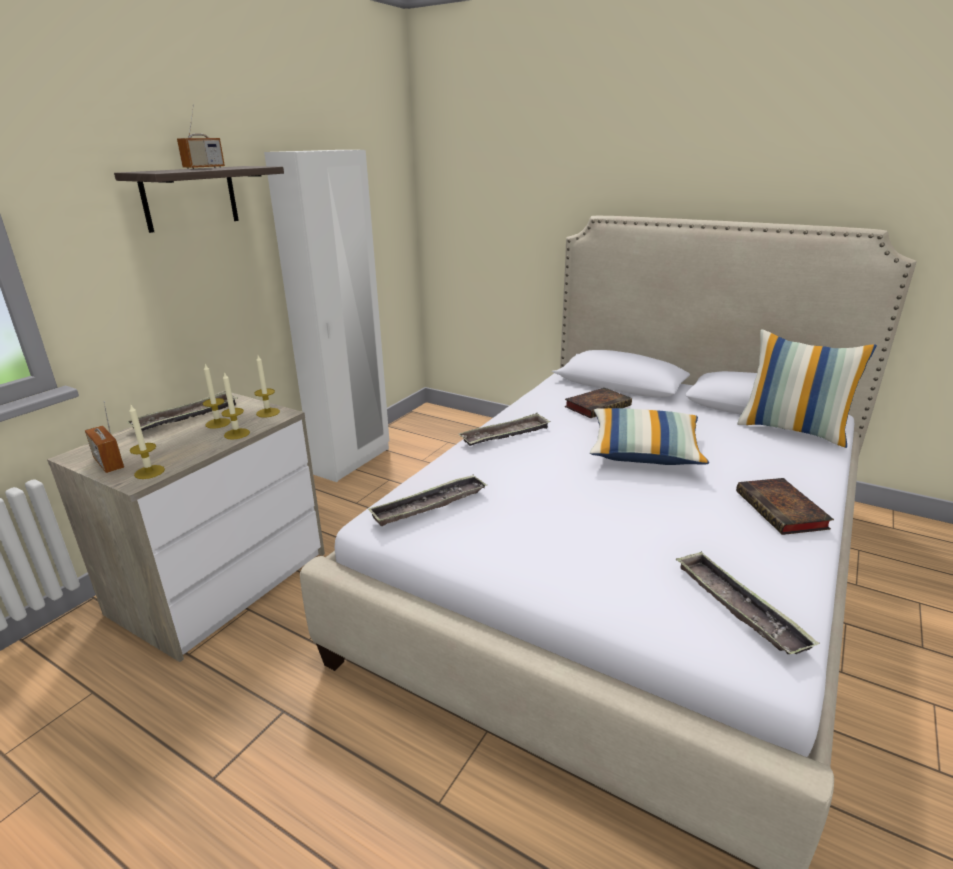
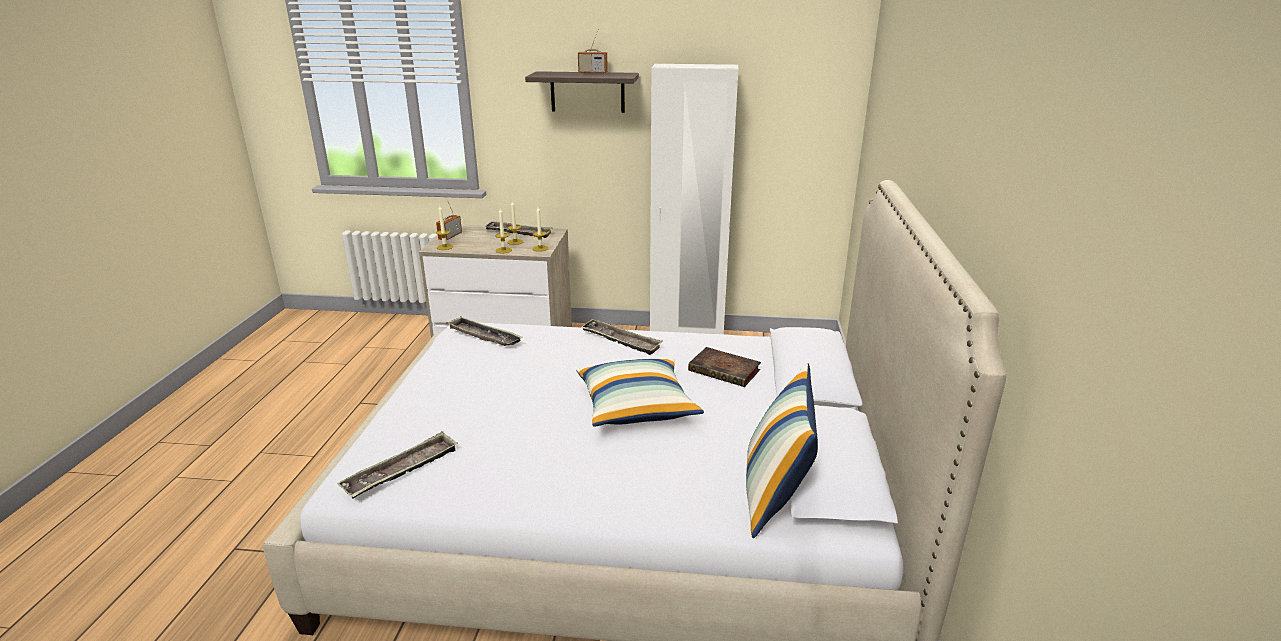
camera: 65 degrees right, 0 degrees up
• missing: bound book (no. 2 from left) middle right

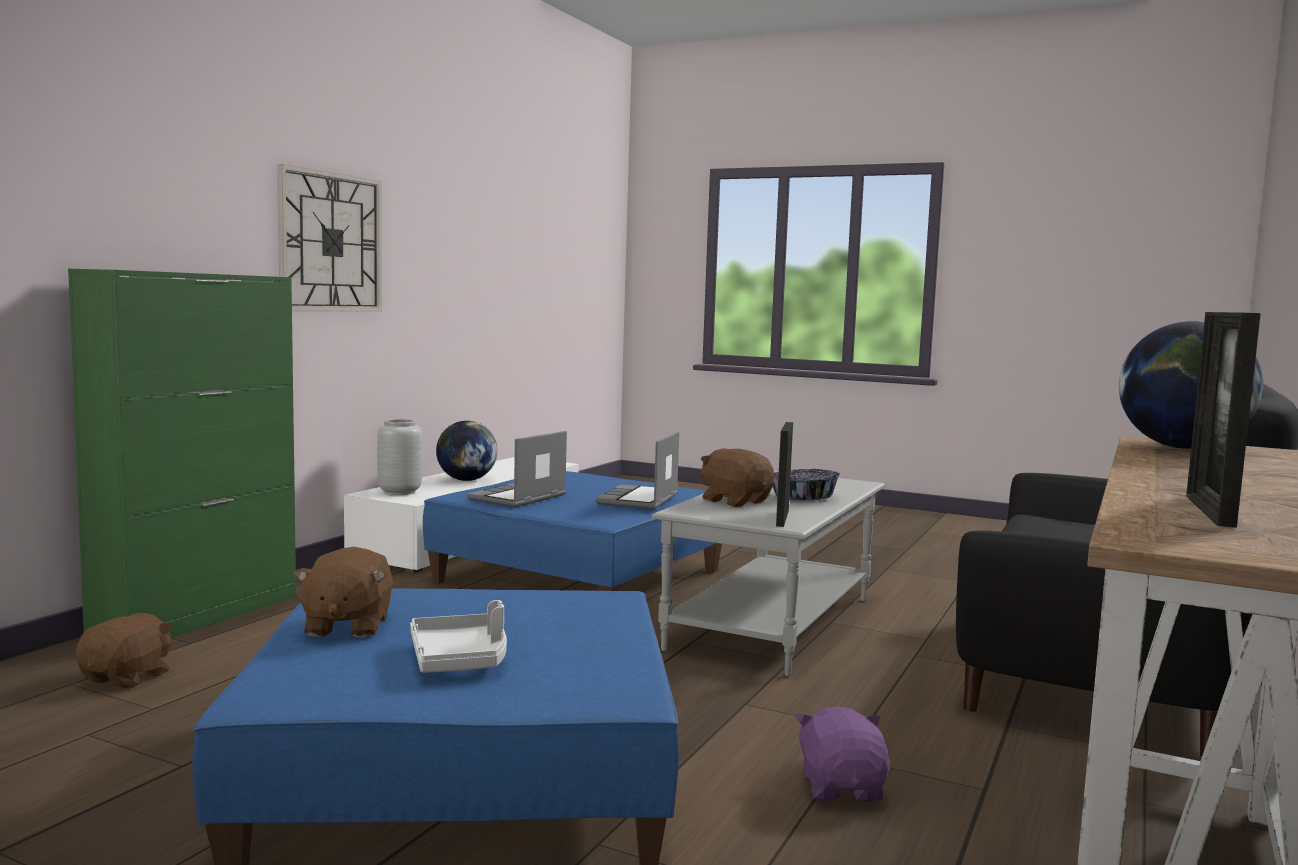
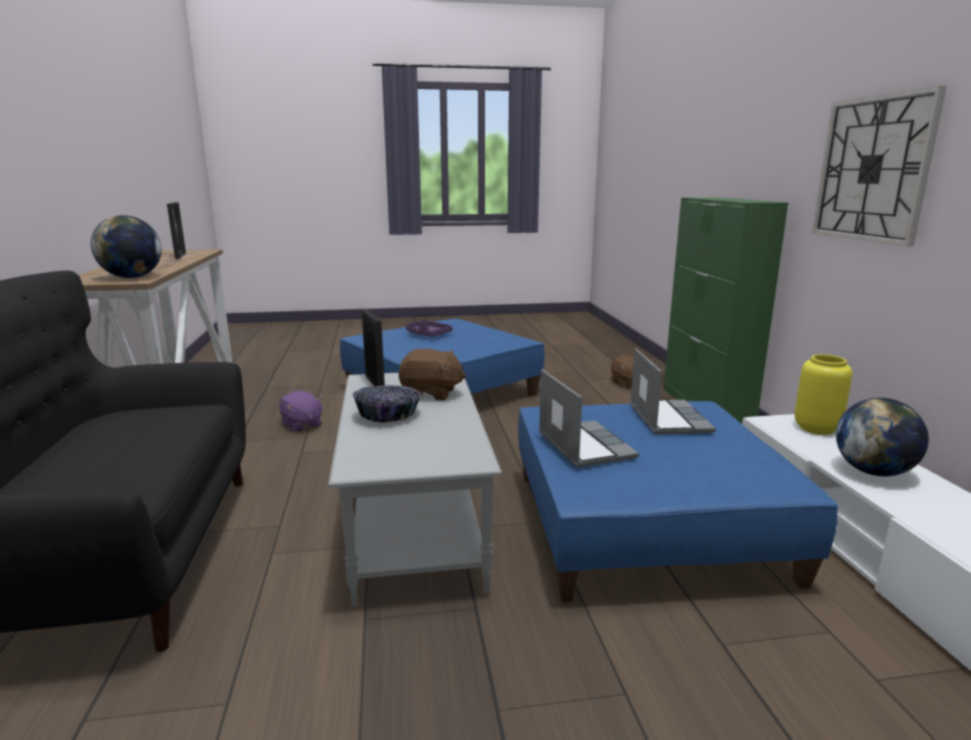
camera: 145 degrees right, 10 degrees up
• missing: brown-coloured plush toy (no. 2 from left) bottom left
• colour: grey vase middle left to yellow-coloured vase middle right
• colour: whitish carrying tray bottom centre to purple-coloured carrying tray centre

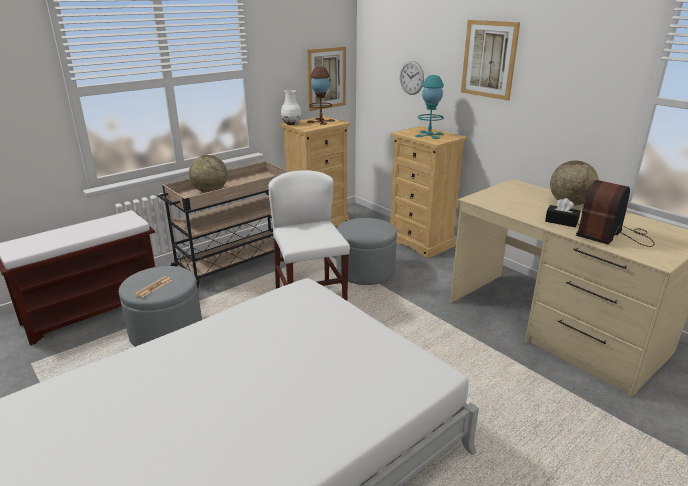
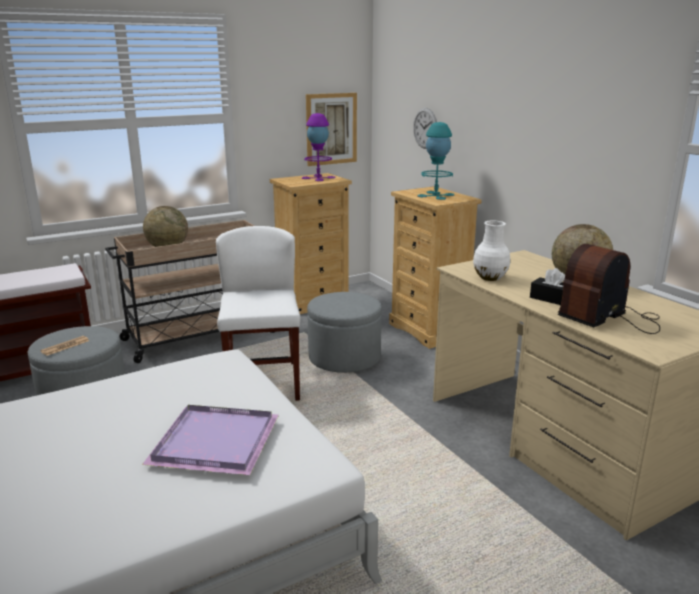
camera: 10 degrees right, 5 degrees down
• missing: wall picture (no. 2 from left) top right
• appeared: purple-coloured carrying tray bottom left
• relocated: whitish vase top centre to middle right
• colour: brown-coloured tabletop lamp top centre to purple-coloured tabletop lamp top centre

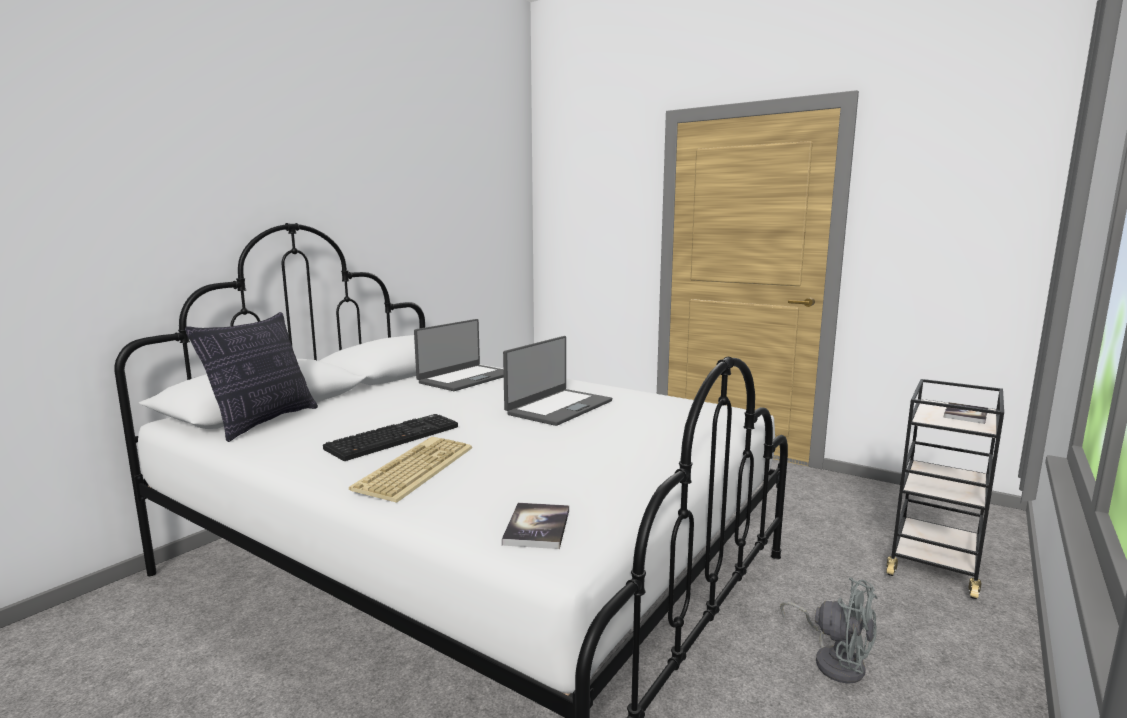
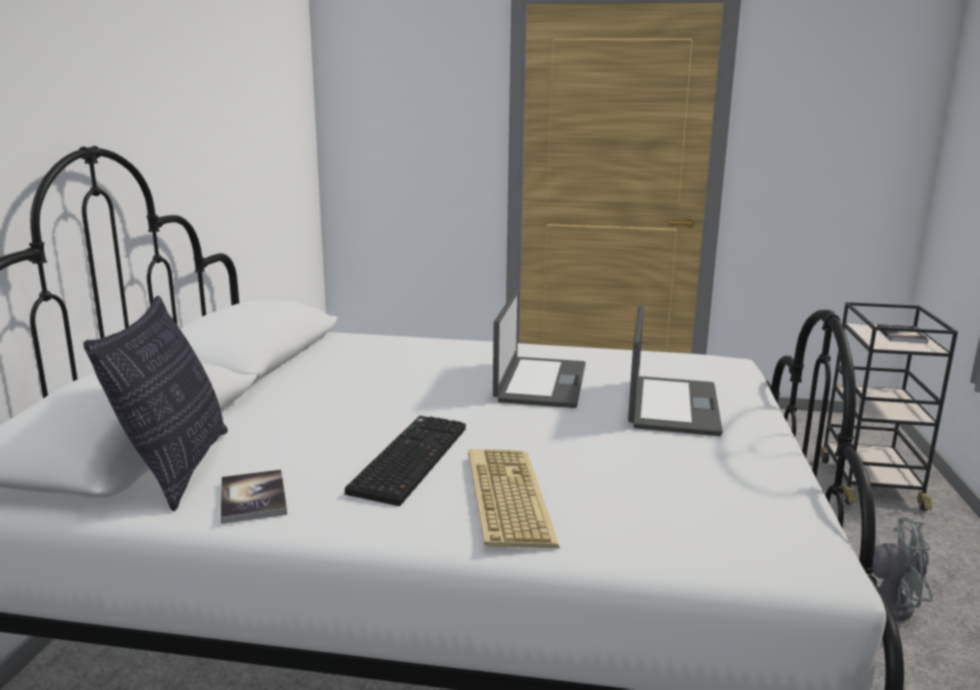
camera: 25 degrees left, 5 degrees up
• relocated: laptop (no. 1 from left in the first image) centre to laptop (no. 2 from left) middle right
• relocated: bound book (no. 1 from left) bottom centre to bottom left

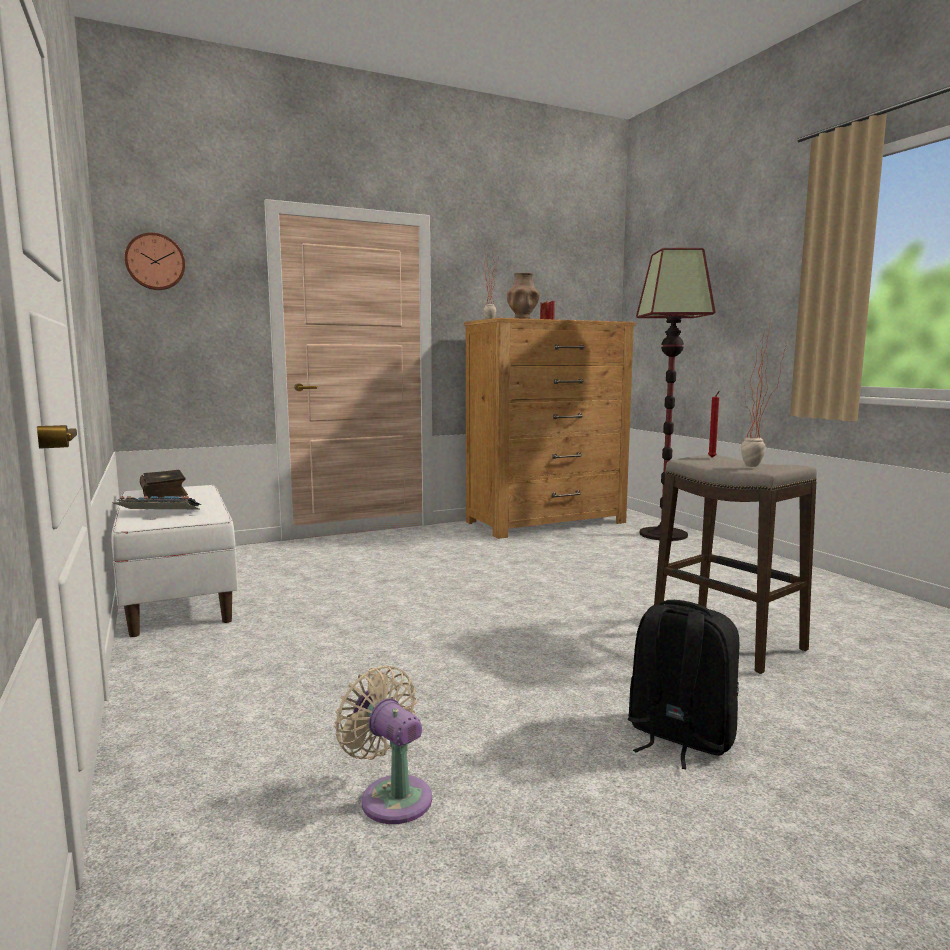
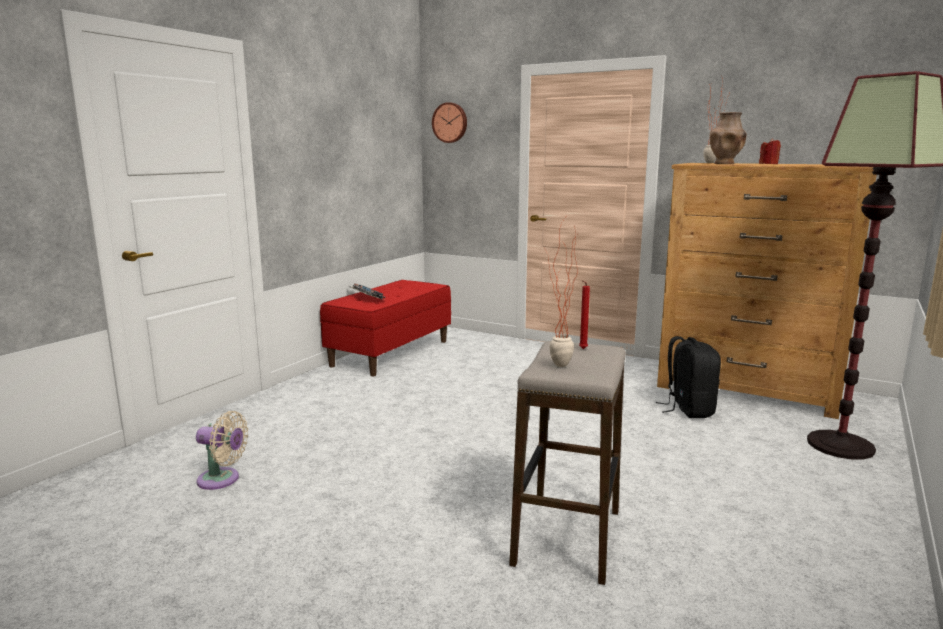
camera: 55 degrees right, 5 degrees up
• missing: bound book middle left
• relocated: black-coloured knapsack bottom right to middle right
• colour: whitish bench middle left to red-coloured bench centre
• spun: sand-coloured fan bottom centre = bottom left 90 degrees clockwise

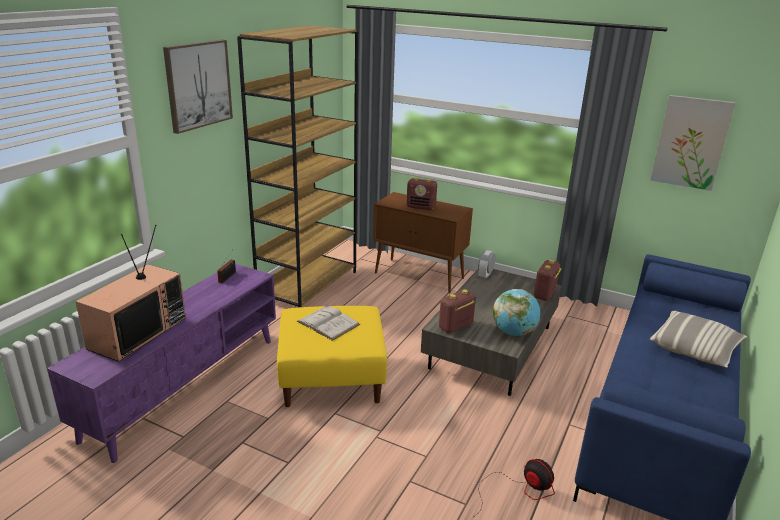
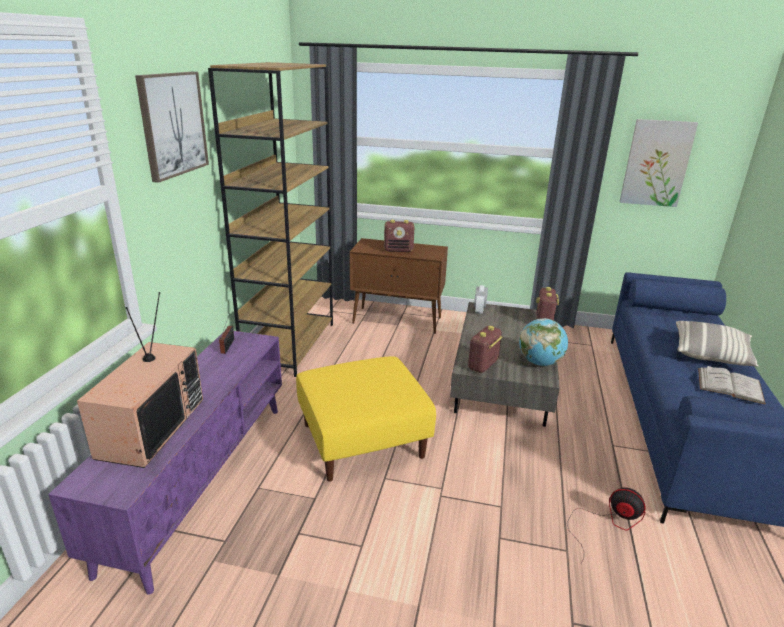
camera: 15 degrees left, 0 degrees up
• relocated: whitish bound book centre to middle right

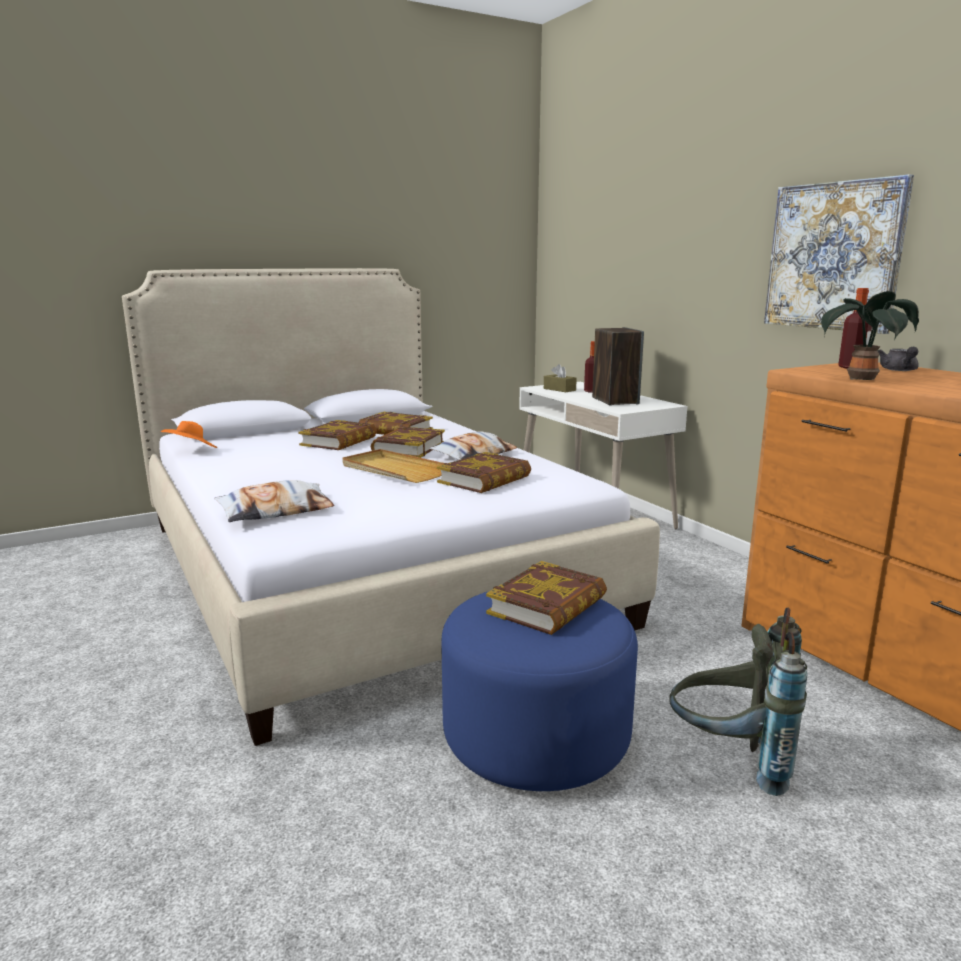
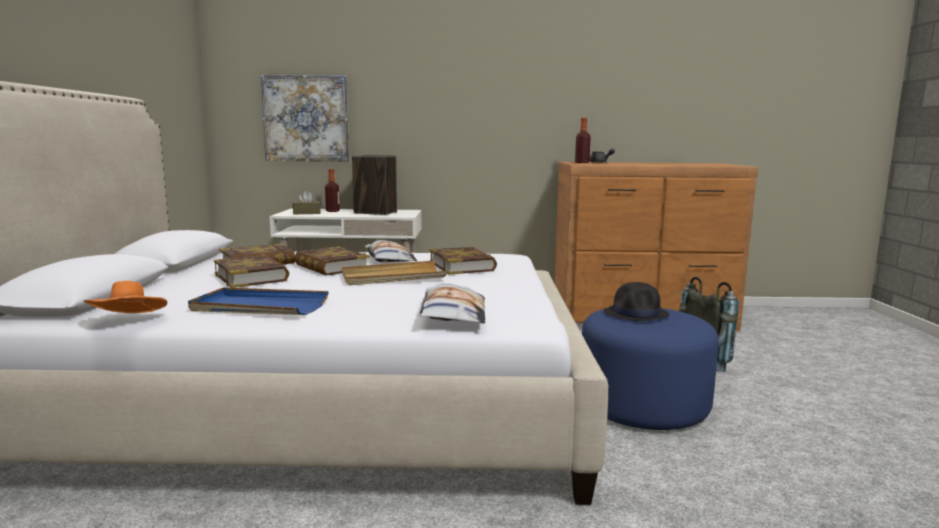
camera: 60 degrees left, 5 degrees down
• missing: houseplant middle right
• appeared: blue-coloured carrying tray middle left
• relocated: wall picture top right to top left
• exchanged: bound book (no. 5 from left) centre to black-coloured wearable hat middle right

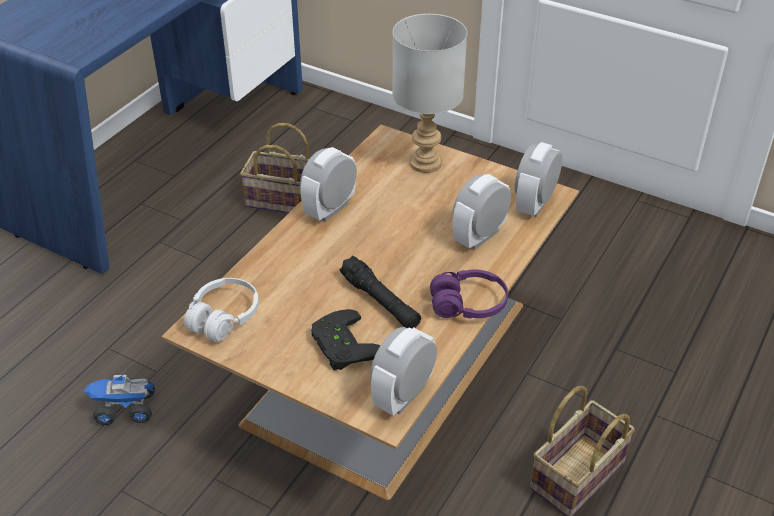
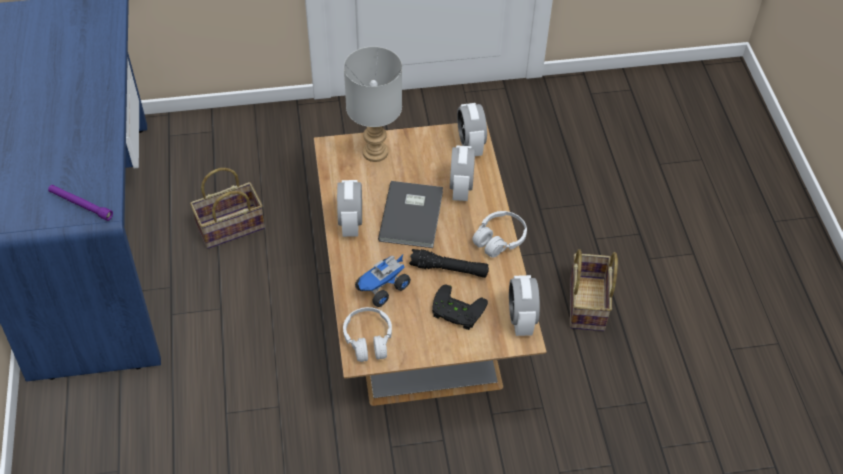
camera: 40 degrees left, 10 degrees up
• appeared: purple-coloured hand torch middle left
• appeared: grey bound book centre
• relocated: model truck bottom left to centre
• colour: purple-coloured pair of headphones centre to whitish pair of headphones (no. 2 from left) centre

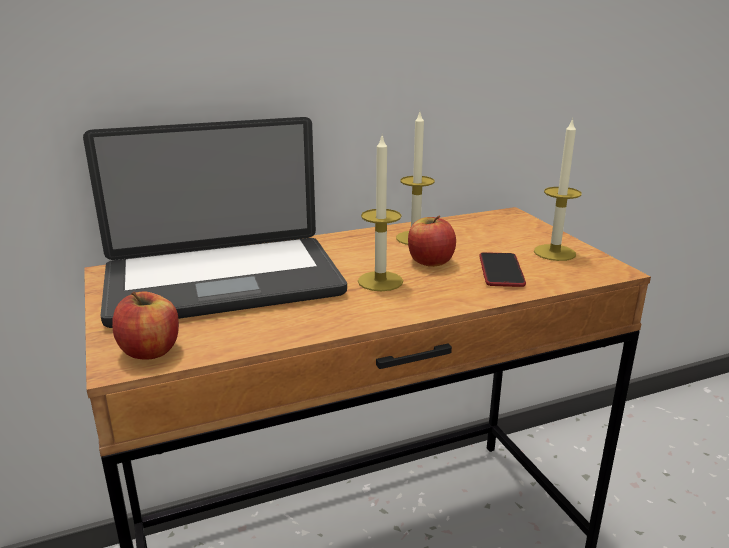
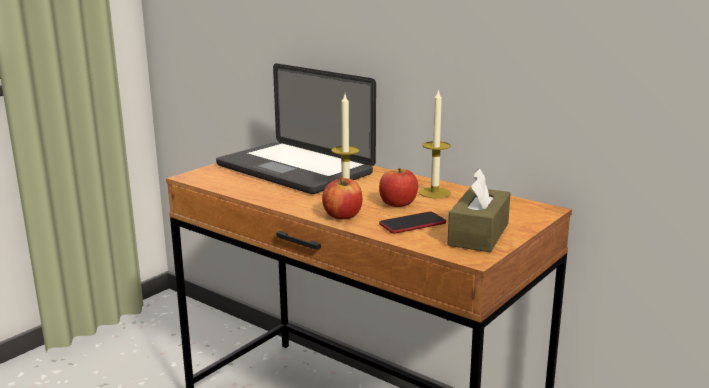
camera: 60 degrees right, 5 degrees down
• relocated: apple fruit (no. 1 from left) middle left to centre
• exchanged: wax light (no. 3 from left) middle right to brown-coloured tissue holder middle right

